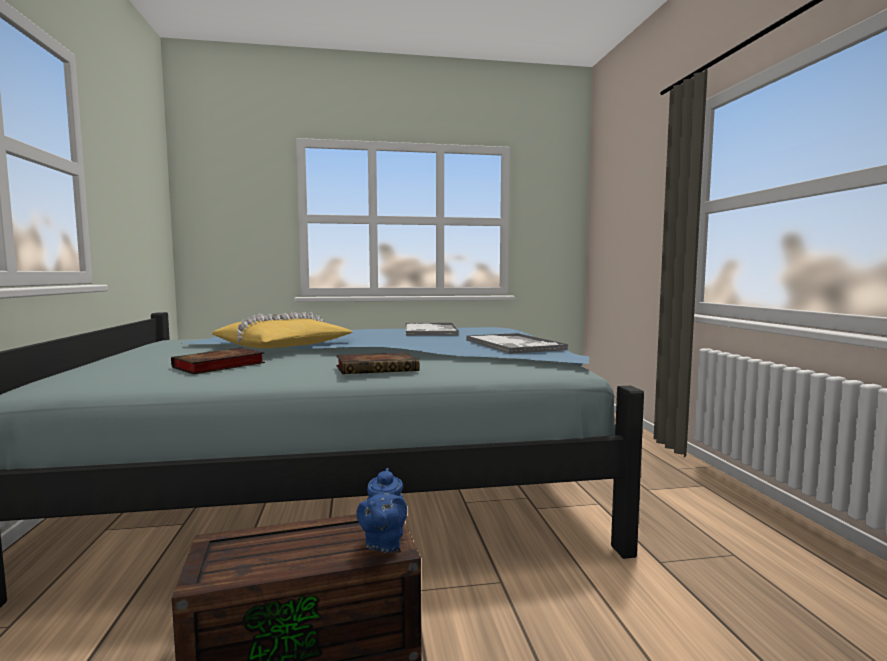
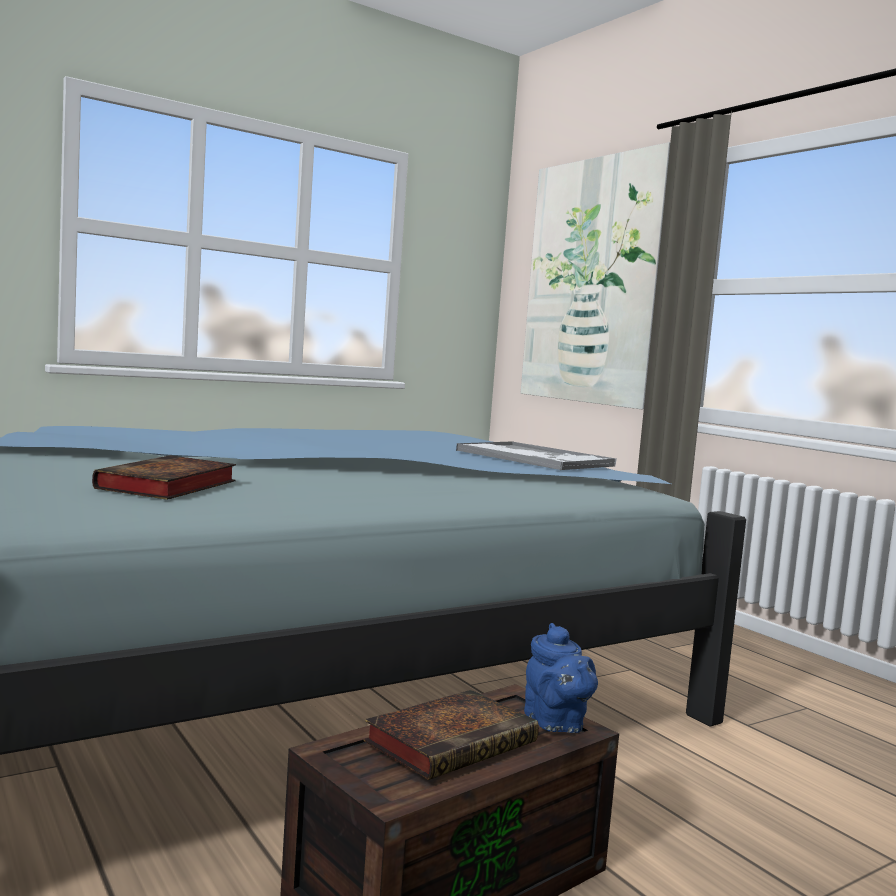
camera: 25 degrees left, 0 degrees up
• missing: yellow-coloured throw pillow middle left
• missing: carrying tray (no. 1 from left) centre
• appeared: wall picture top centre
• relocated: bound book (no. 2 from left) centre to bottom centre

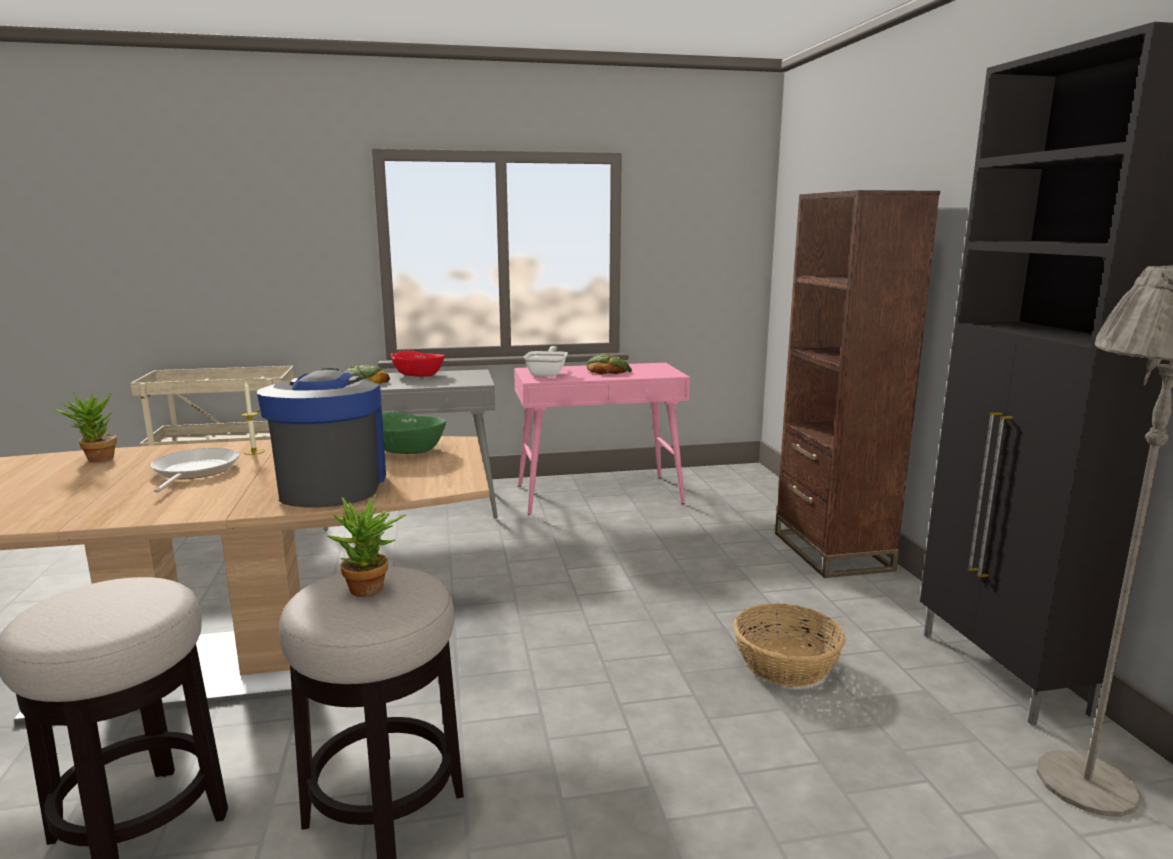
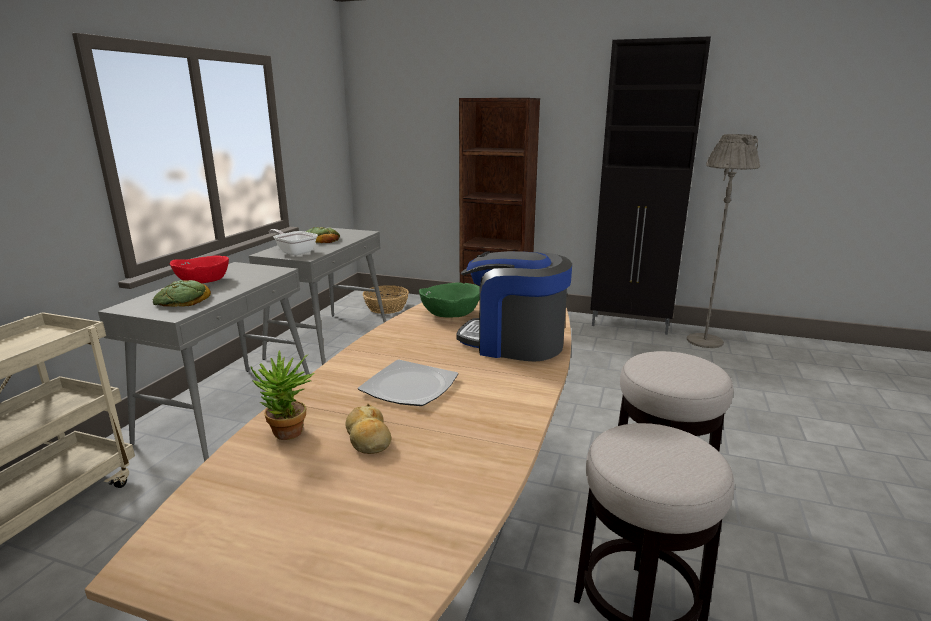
camera: 60 degrees left, 5 degrees up
• missing: wax light middle left
• missing: houseplant (no. 2 from left) middle left
• appeared: baked bread (no. 3 from left) bottom centre
• relocated: basket bottom right to centre
• exchanged: frying pan (no. 1 from left) middle left to plate centre
• colour: pink-coloured narrow table centre to grey narrow table (no. 2 from left) centre

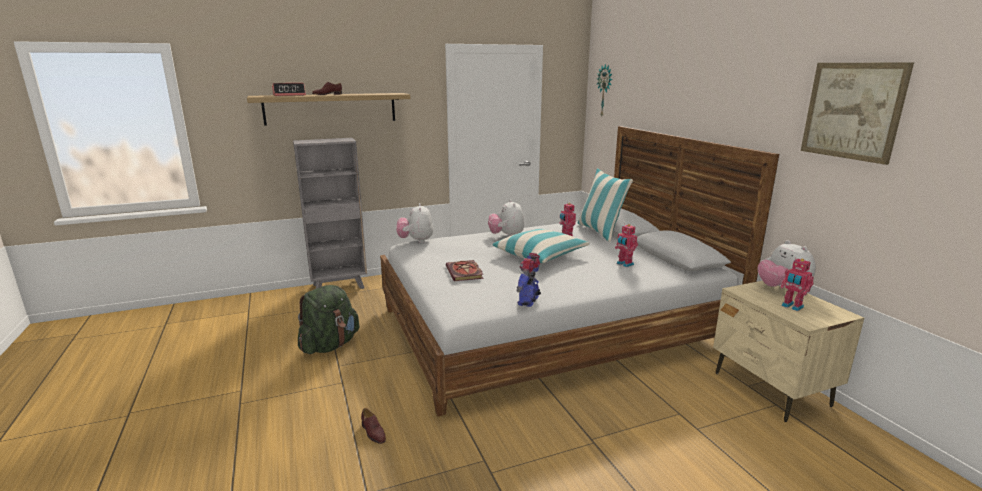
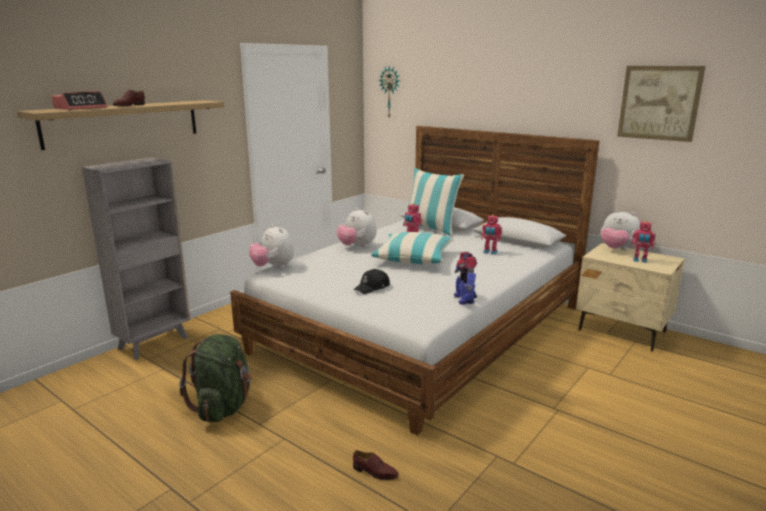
camera: 30 degrees left, 0 degrees up
• exchanged: bound book centre to black-coloured peaked cap centre

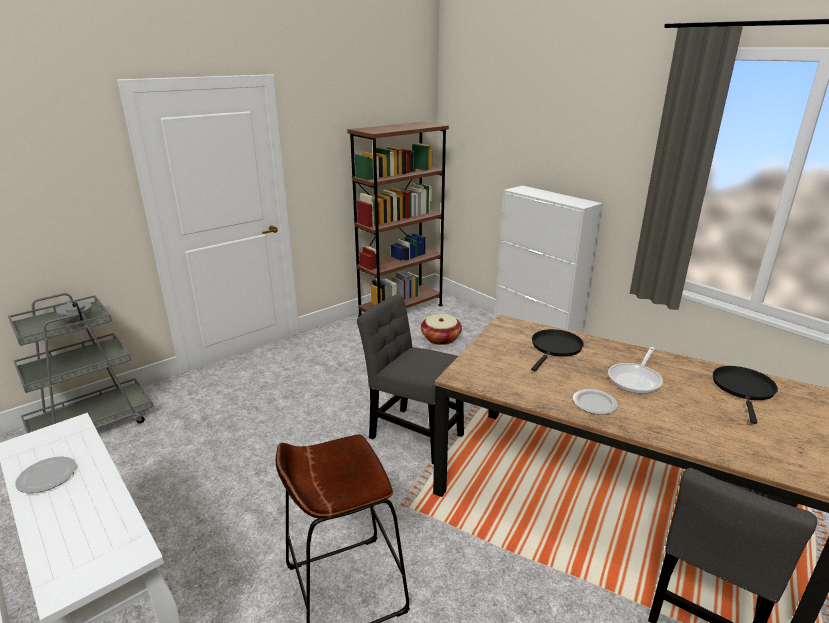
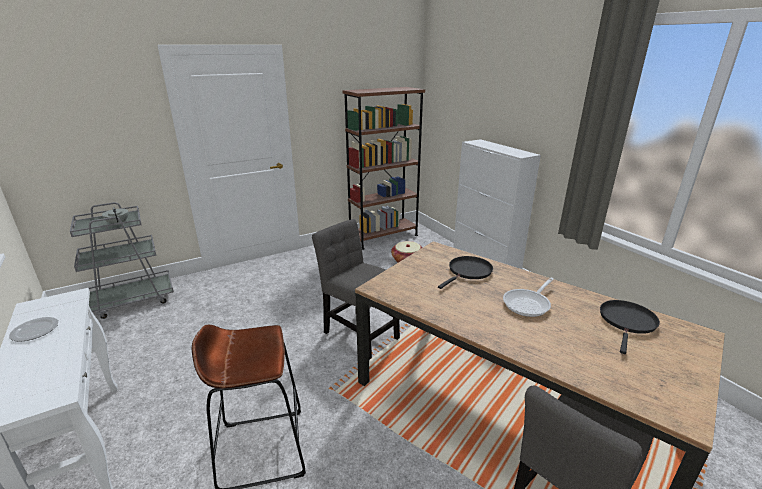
camera: 10 degrees right, 0 degrees up
• missing: plate (no. 2 from left) middle right

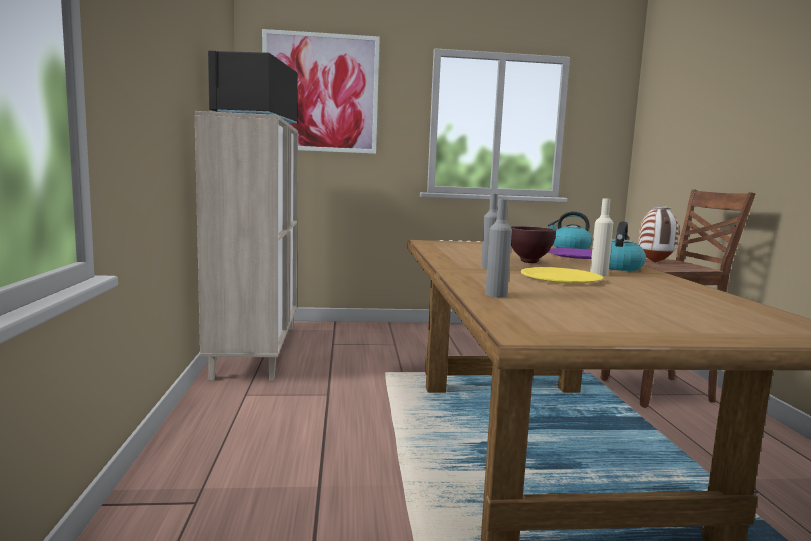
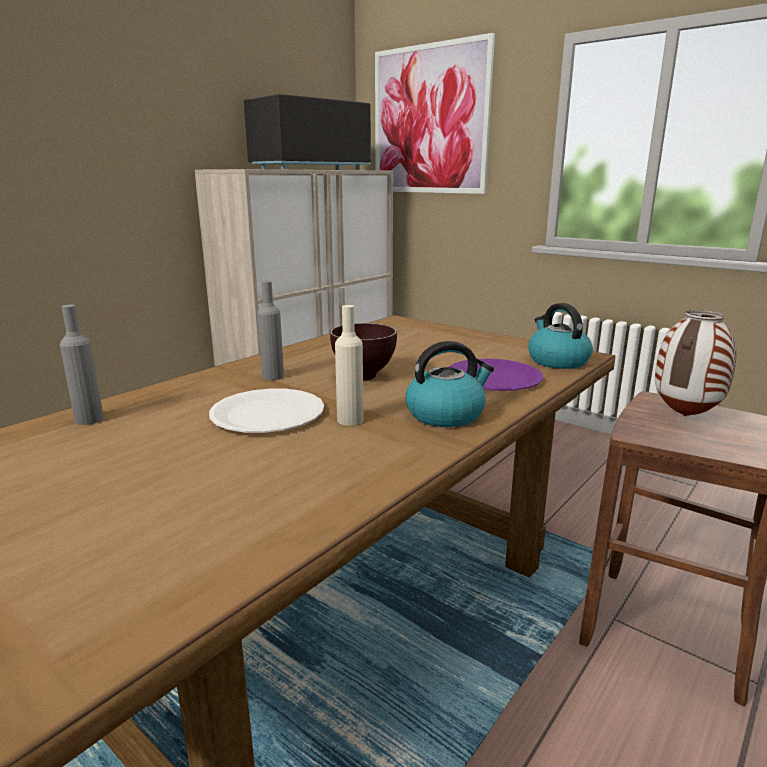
camera: 45 degrees right, 10 degrees up
• colour: yellow-coloured plate middle right to whitish plate centre

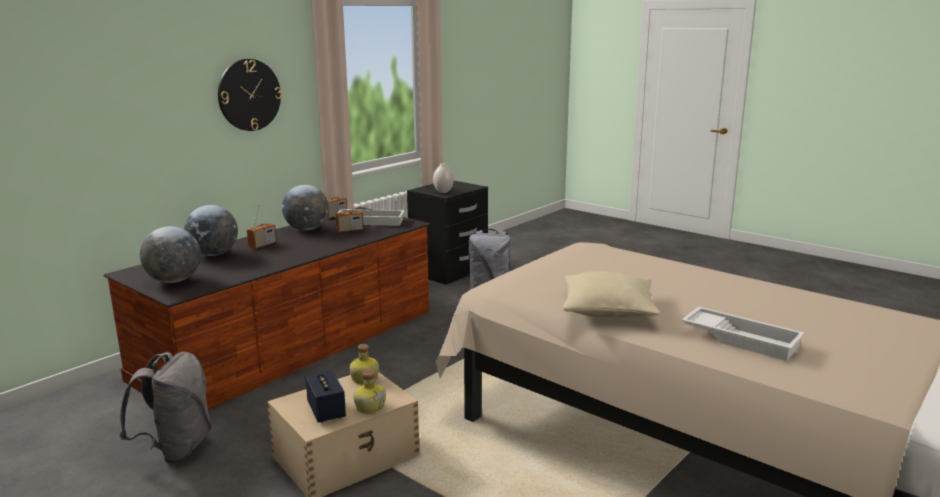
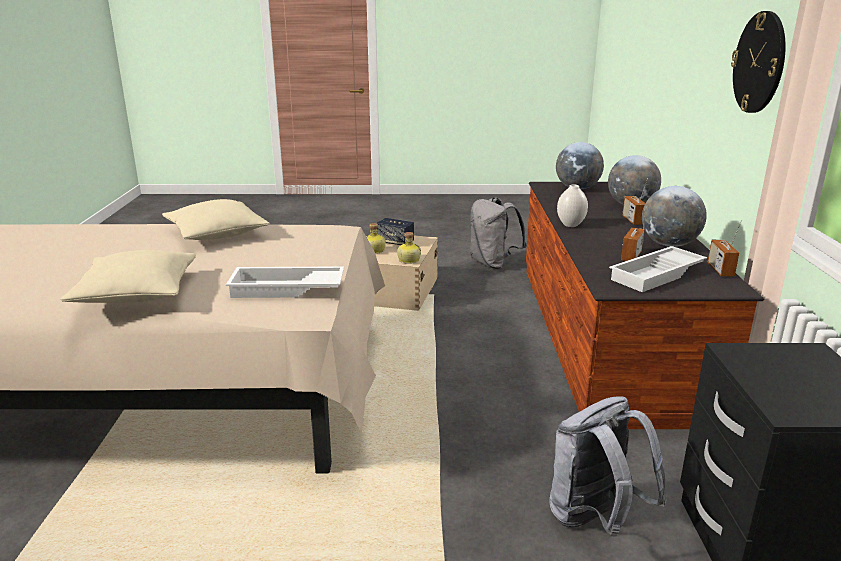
camera: 140 degrees right, 5 degrees up
• appeared: sand-coloured throw pillow (no. 1 from left) middle left
• relocated: whitish vase centre to middle right
• relocated: whitish carrying tray (no. 2 from left in the first image) bottom right to whitish carrying tray (no. 1 from left) centre

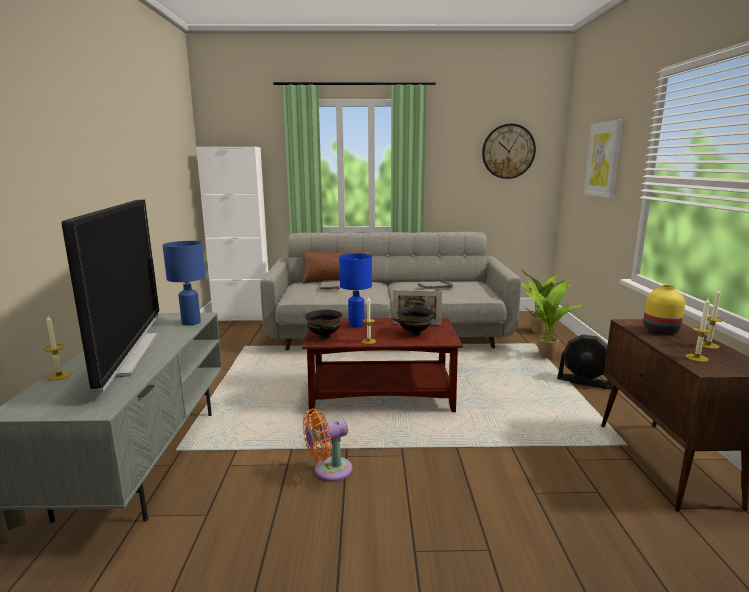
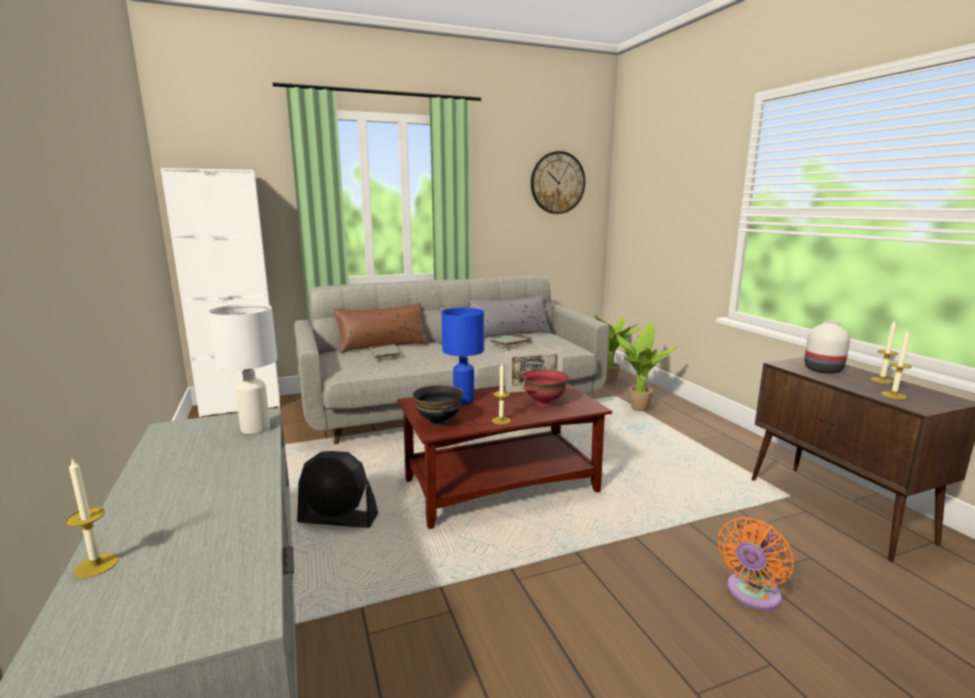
camera: 20 degrees left, 0 degrees up
• missing: TV set middle left
• missing: wall picture top right
• appeared: grey throw pillow centre
• relocated: orangey fan bottom centre to bottom right
• relocated: black-coloured fan middle right to bottom centre
• colour: blue-coloured tabletop lamp (no. 1 from left) middle left to whitish tabletop lamp middle left
• colour: black-coloured deep dish (no. 2 from left) centre to red-coloured deep dish centre
• colour: yellow-coloured vase middle right to whitish vase middle right

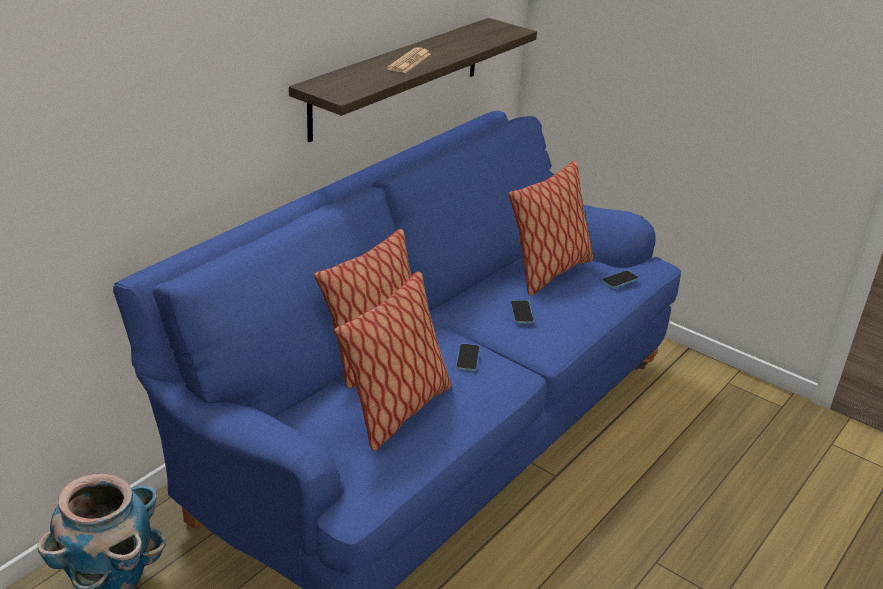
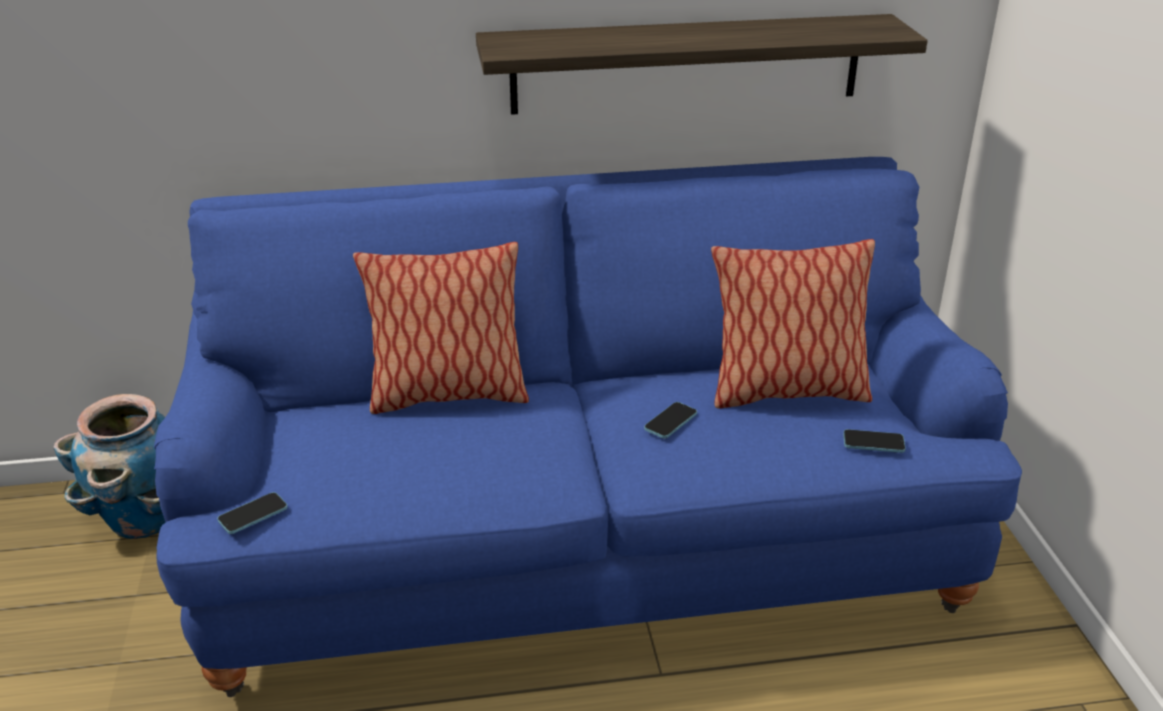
camera: 45 degrees right, 0 degrees up
• missing: throw pillow (no. 2 from left) centre
• missing: printed paper top centre
• relocated: phone (no. 1 from left) centre to bottom left

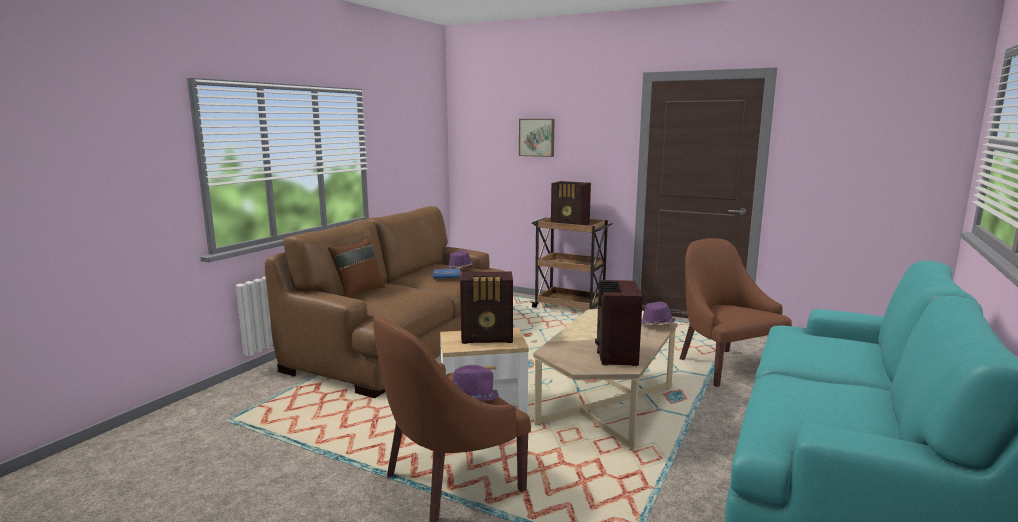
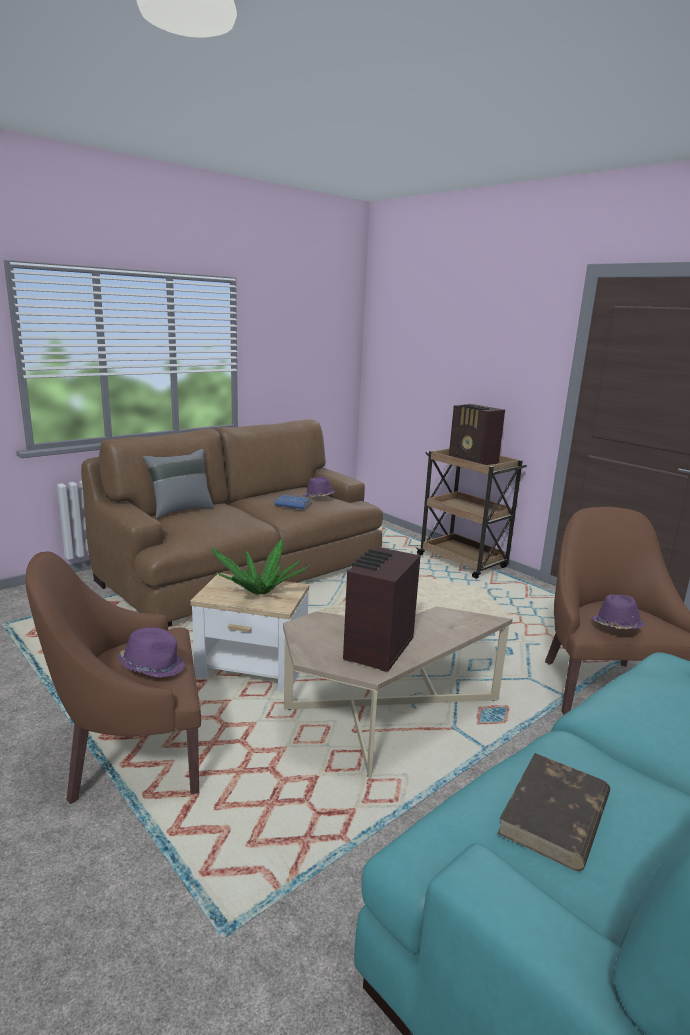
camera: 20 degrees right, 5 degrees up
• missing: wall picture top centre
• appeared: brown-coloured bound book bottom right
• relocated: purple-coloured wearable hat (no. 3 from left) centre to middle right
• exchanged: radio receiver (no. 1 from left) centre to houseplant centre
• colour: brown-coloured throw pillow centre to grey throw pillow middle left

